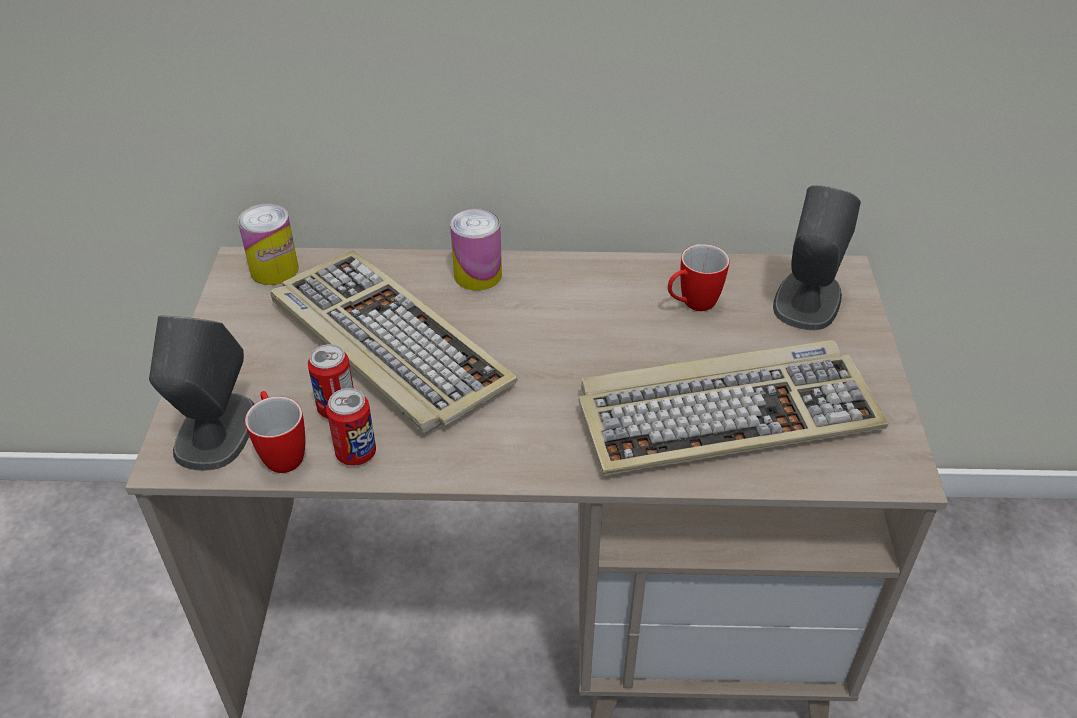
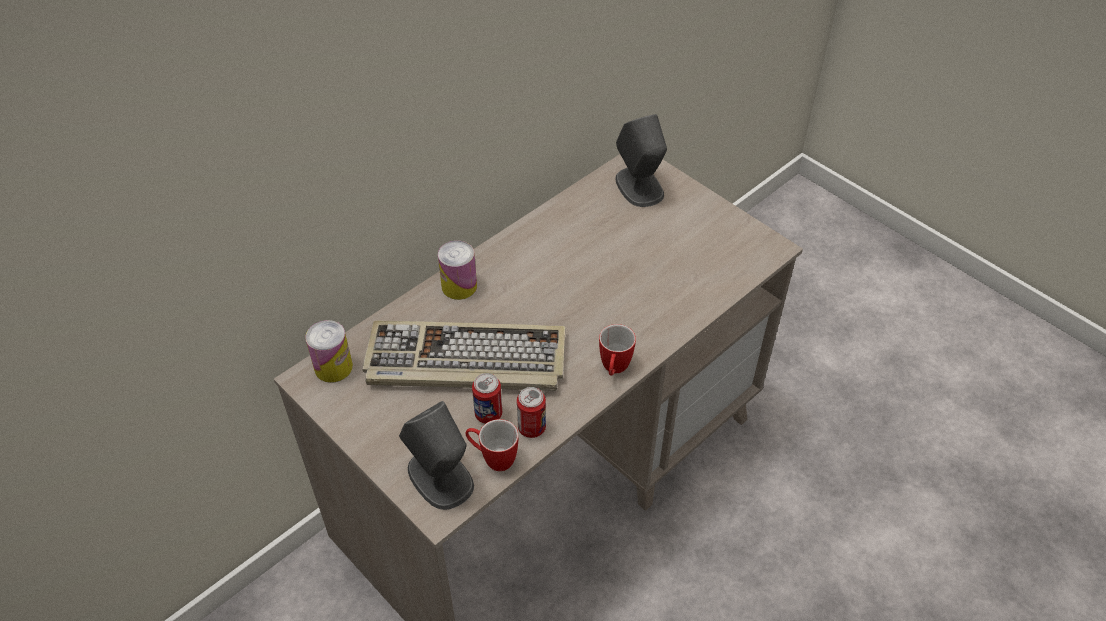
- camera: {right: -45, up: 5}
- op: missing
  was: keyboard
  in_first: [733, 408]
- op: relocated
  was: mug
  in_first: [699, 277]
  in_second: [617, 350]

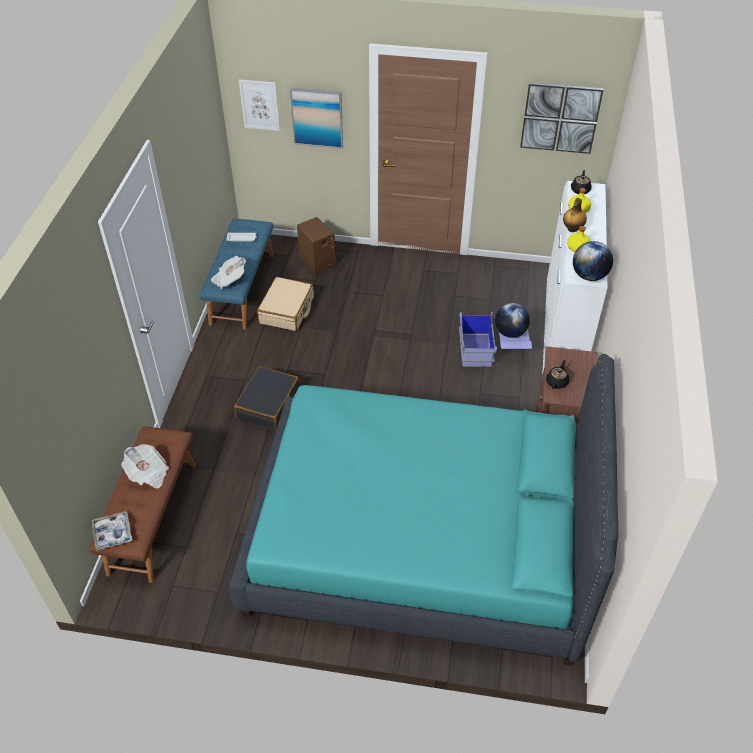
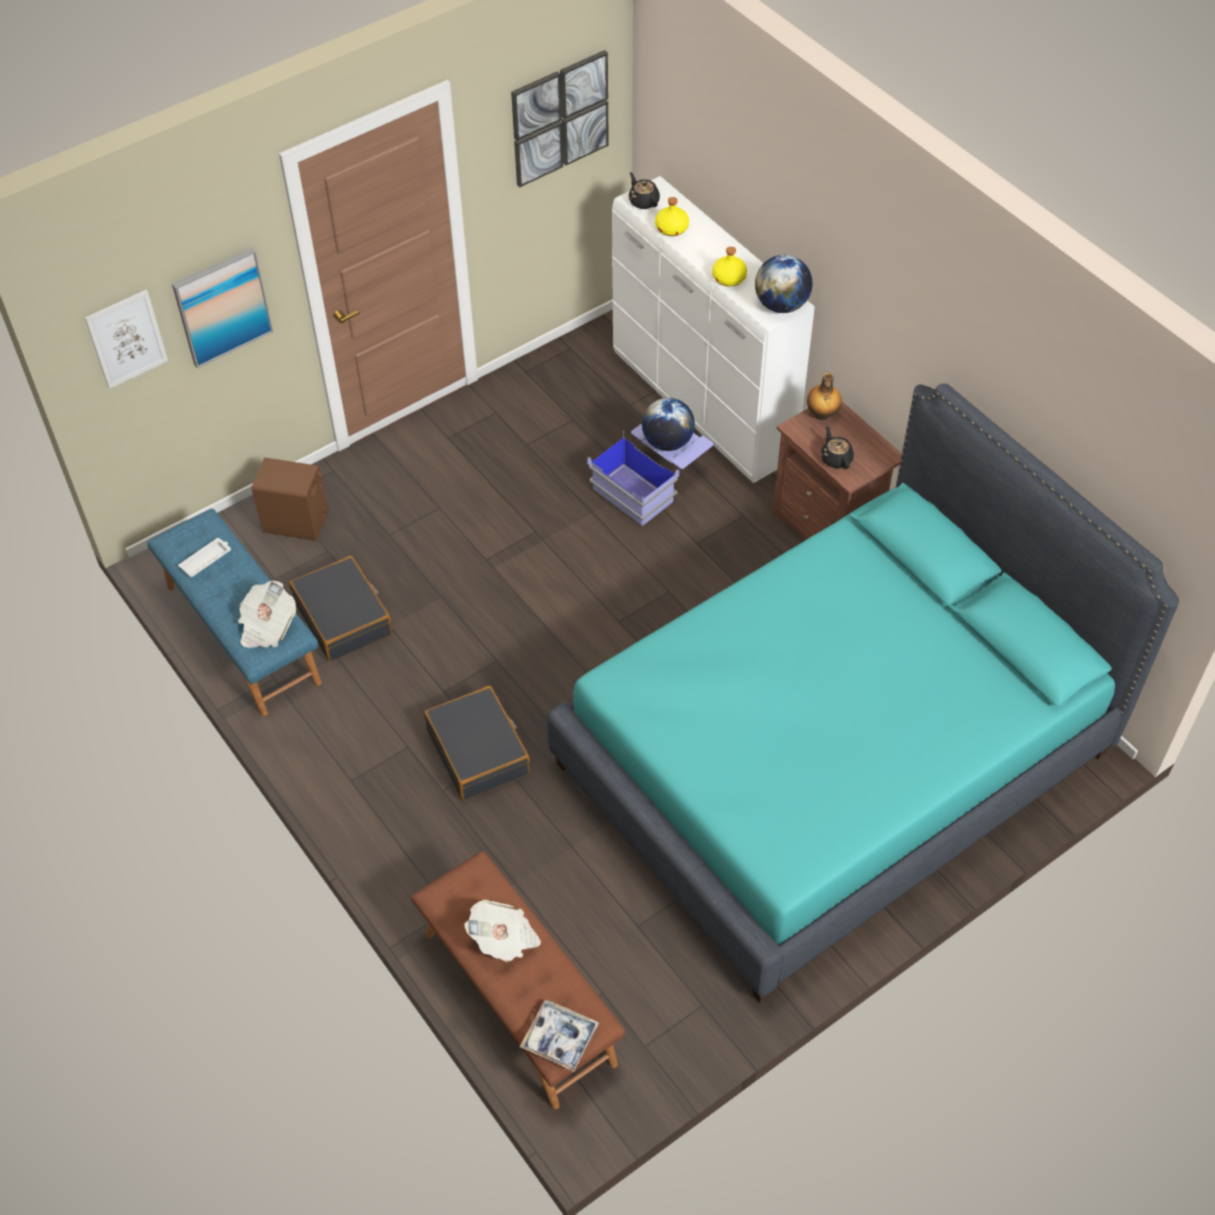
- camera: {right: -45, up: 5}
- op: relocated
  was: drink bottle
  in_first: [575, 215]
  in_second: [824, 396]
- op: colour
  was: beige-coloured piece of luggage
  now: blackish piece of luggage
  in_first: [285, 304]
  in_second: [340, 608]

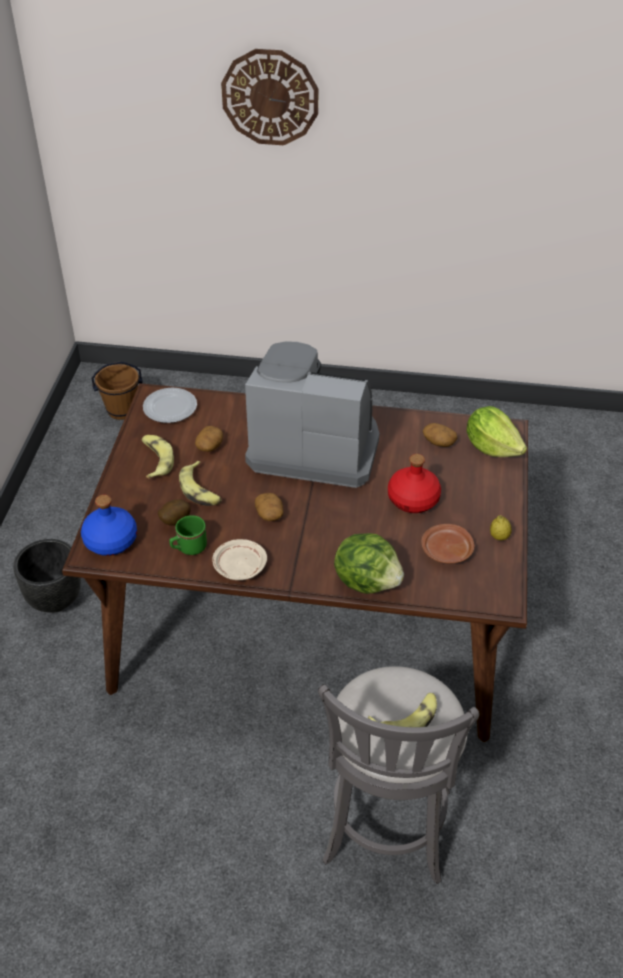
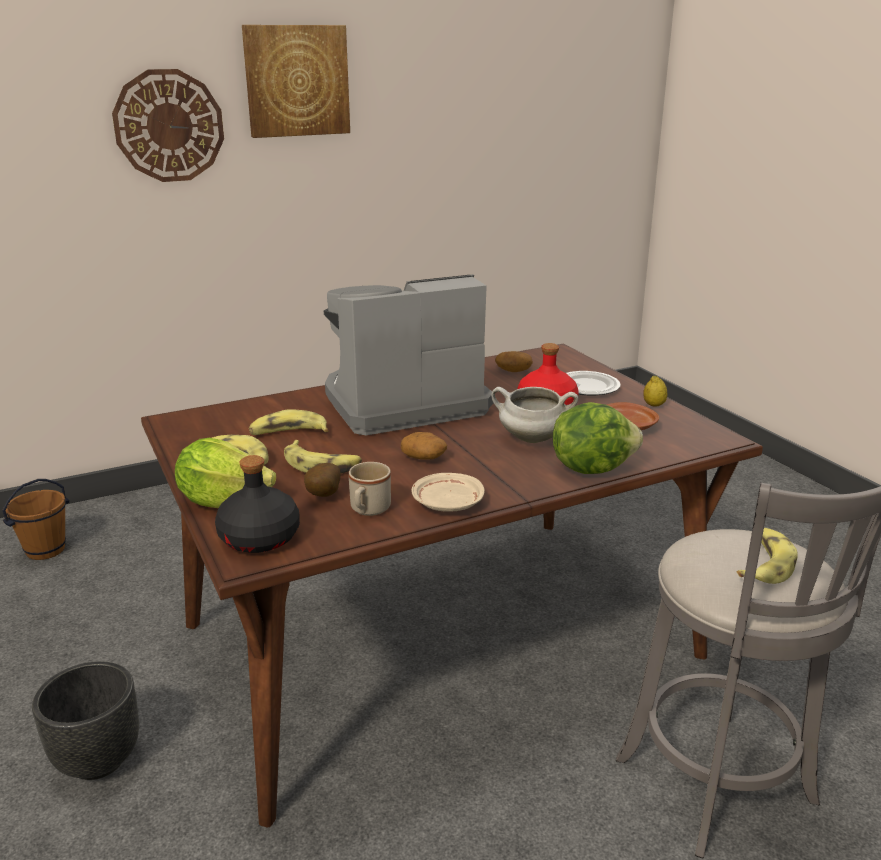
- camera: {right: -35, up: -20}
- op: appeared
  now: picture
  in_second: [296, 81]
- op: appeared
  now: whitish stockpot
  in_second: [534, 415]
- op: relocated
  was: dinner plate
  in_first: [170, 405]
  in_second: [593, 383]
- op: relocated
  was: lettuce
  in_first: [497, 431]
  in_second: [225, 473]
- op: exchanged
  was: whole potato
  now: whole banana
  in_first: [209, 439]
  in_second: [289, 422]
- op: colour
  was: blue drink bottle
  now: blackish drink bottle
  in_first: [109, 525]
  in_second: [257, 504]
- op: colour
  was: green mug
  now: beige-coloured mug
  in_first: [188, 535]
  in_second: [370, 489]

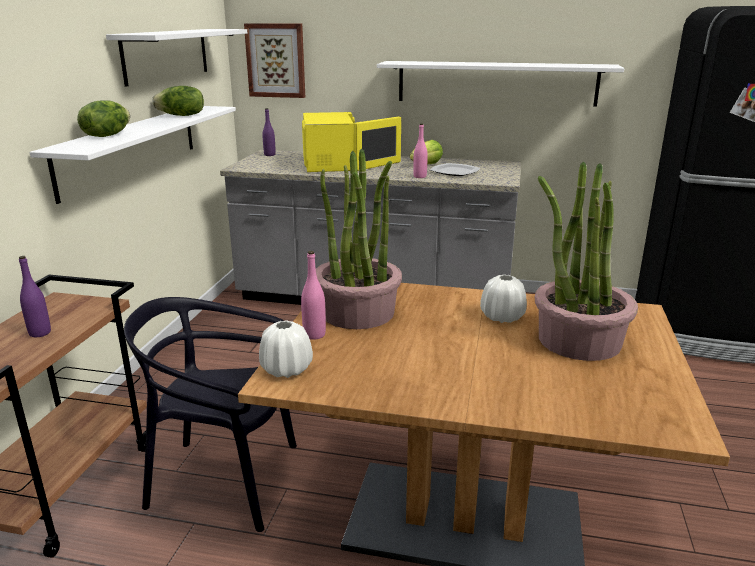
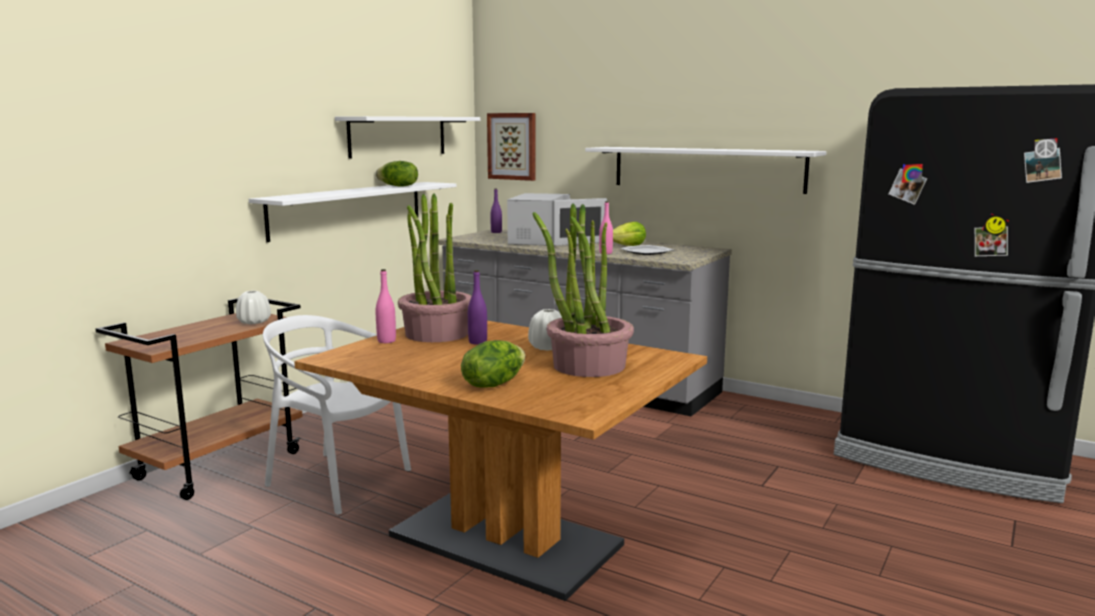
- camera: {right: 20, up: -10}
- op: relocated
  was: purplish drink bottle
  in_first: [35, 296]
  in_second: [477, 307]
- op: relocated
  was: lettuce
  in_first: [103, 118]
  in_second: [493, 364]
- op: relocated
  was: whitish flower vase
  in_first: [286, 349]
  in_second: [253, 307]
- op: colour
  was: blackish upright chair
  now: whitish upright chair
  in_first: [210, 414]
  in_second: [337, 415]
- op: colour
  was: yellow microwave
  now: whitish microwave
  in_first: [351, 142]
  in_second: [557, 219]

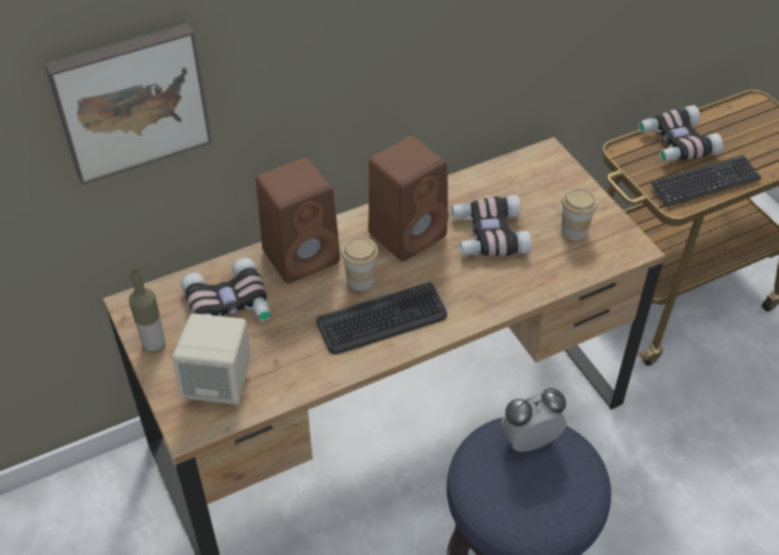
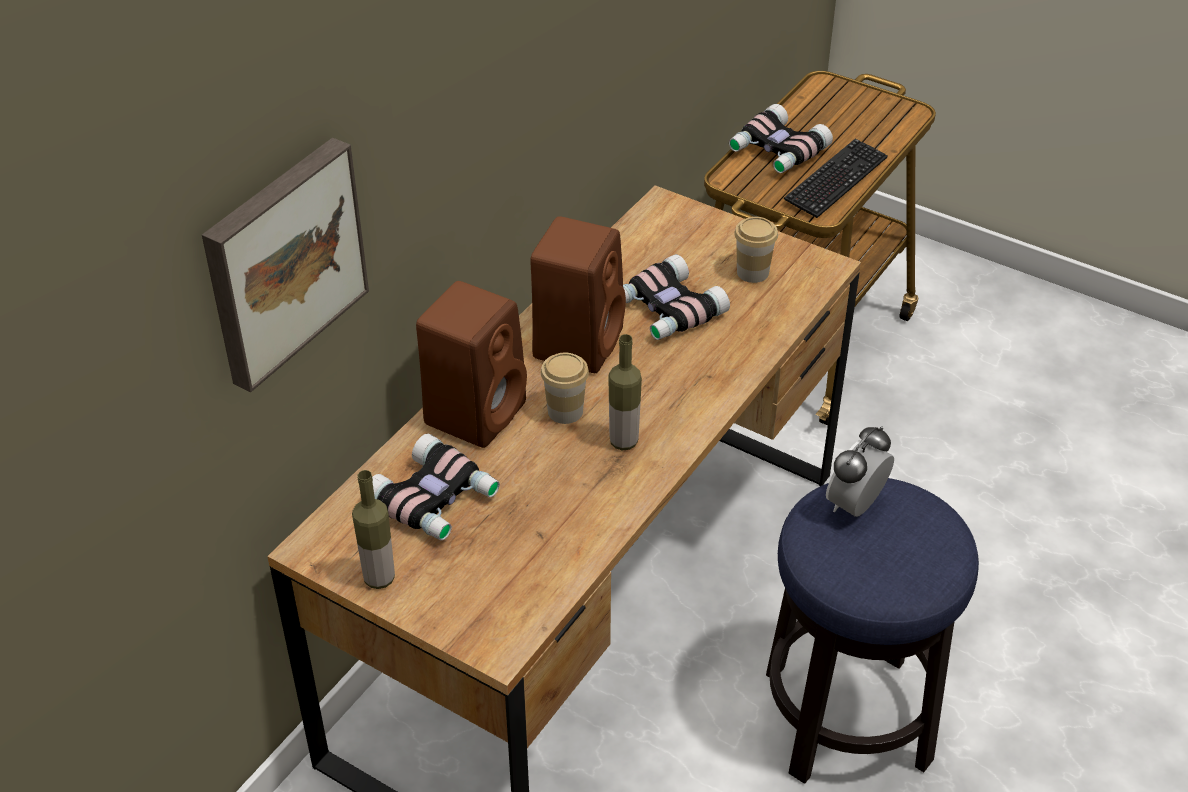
- camera: {right: -30, up: -5}
- op: missing
  was: beige-coloured loudspeaker
  in_first: [211, 359]
- op: exchanged
  was: keyboard
  now: drink bottle
  in_first: [381, 318]
  in_second: [625, 392]

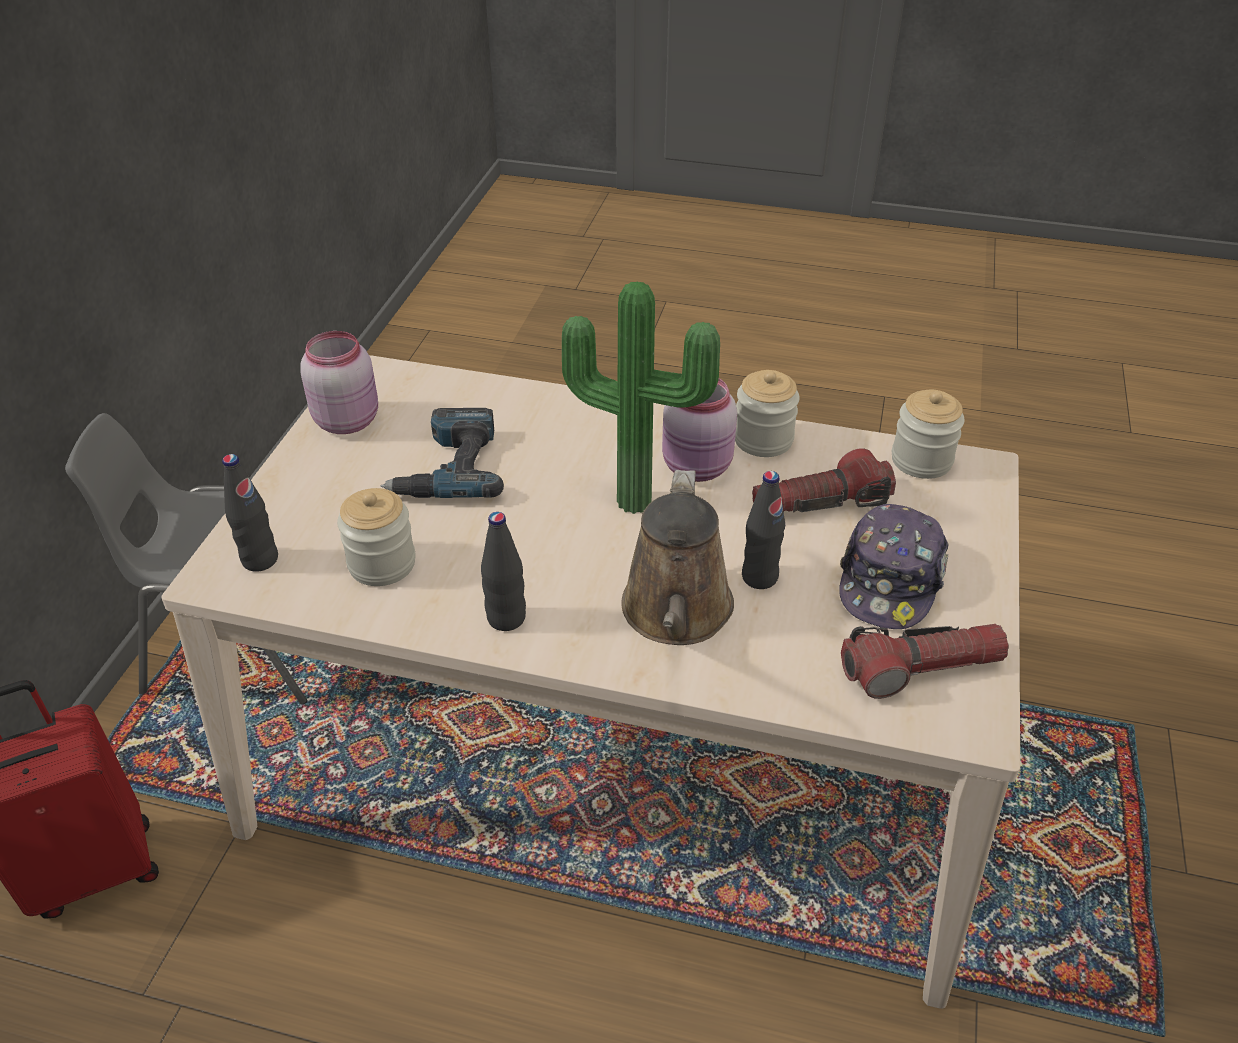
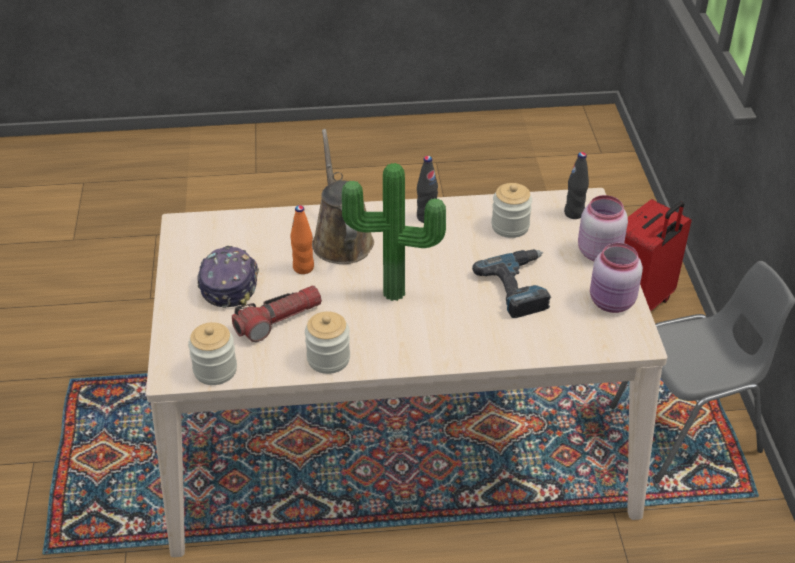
- camera: {right: 160, up: 0}
- op: missing
  was: flashlight
  in_first: [925, 661]
- op: relocated
  was: pink jar
  in_first: [699, 430]
  in_second: [603, 228]
- op: colour
  was: blackish drink bottle
  now: orange-coloured drink bottle
  in_first: [763, 530]
  in_second: [302, 239]

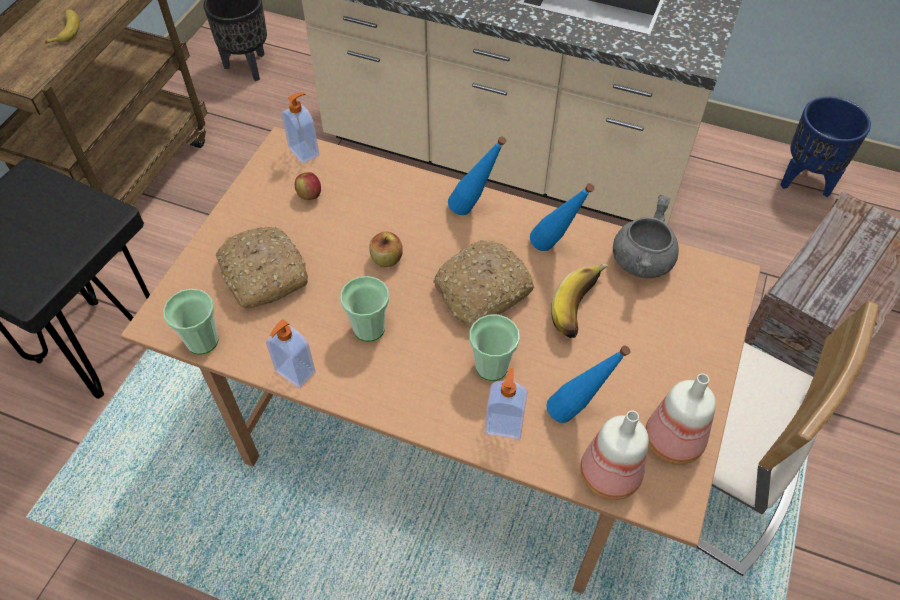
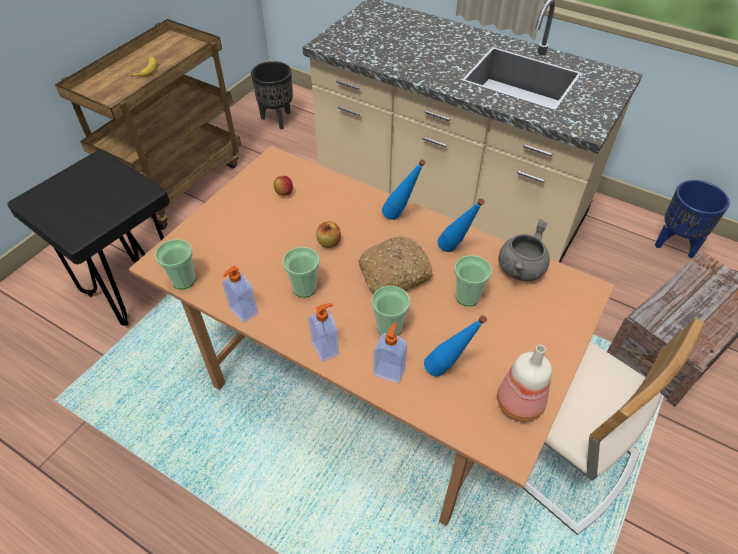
- camera: {right: 10, up: -5}
- op: missing
  was: baked bread
  in_first: [262, 267]
- op: missing
  was: drink bottle
  in_first: [614, 455]
- op: relocated
  was: soap bottle
  in_first: [300, 128]
  in_second: [324, 332]
- op: exchanged
  was: whole banana
  now: drinking cup
  in_first: [579, 300]
  in_second: [473, 280]

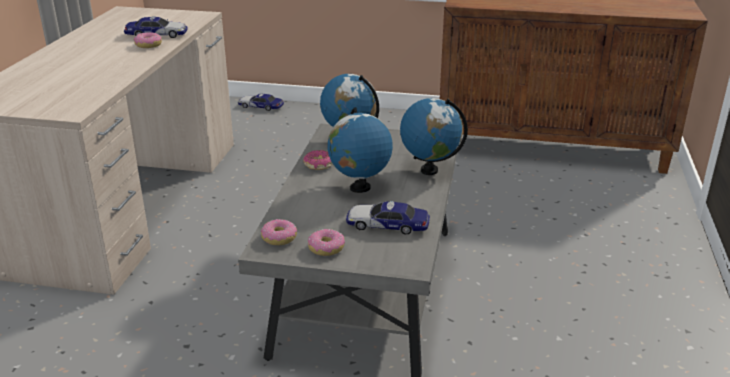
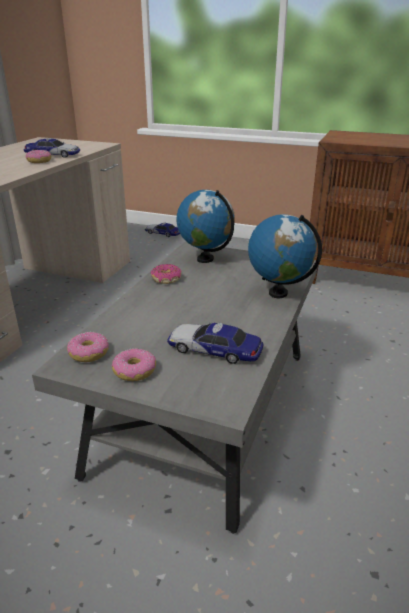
- camera: {right: 10, up: 0}
- op: missing
  was: desk globe
  in_first: [360, 150]

